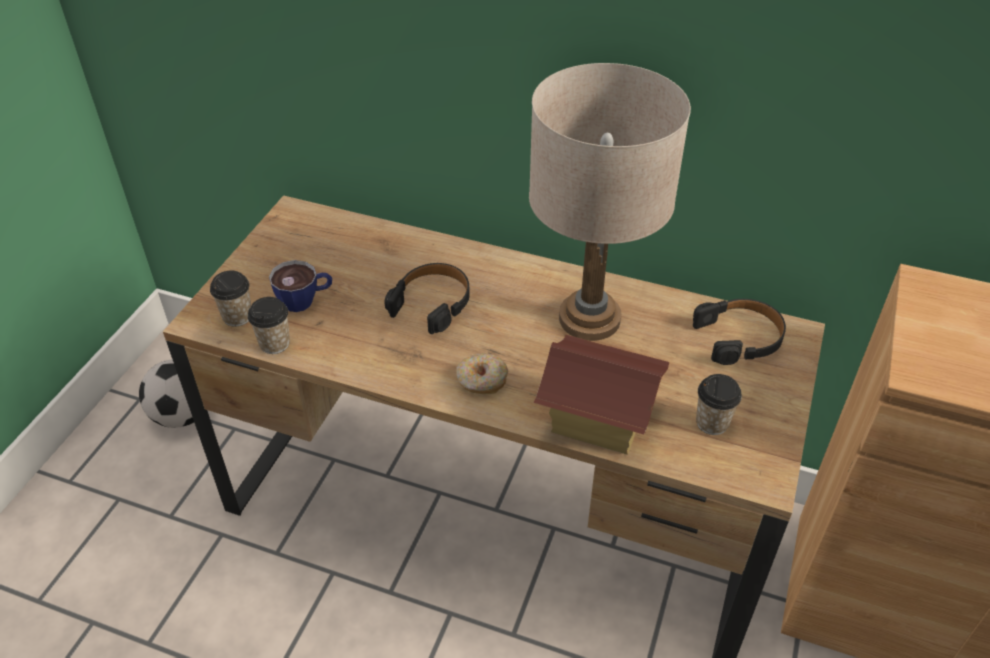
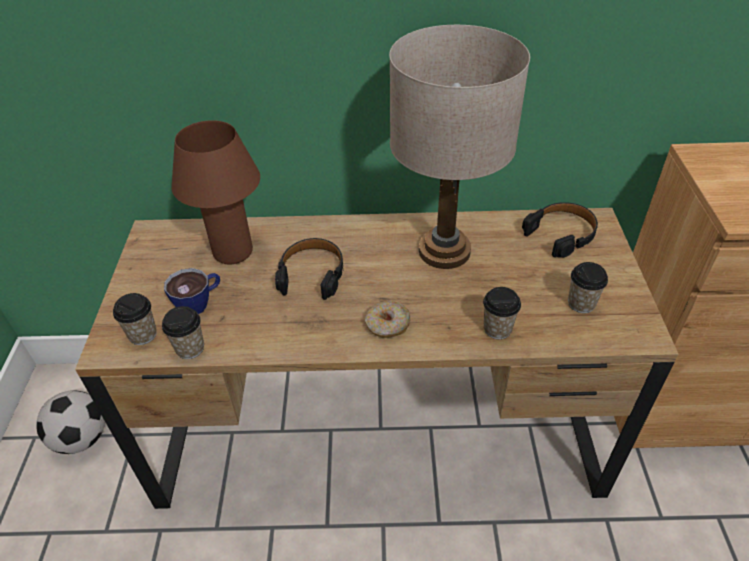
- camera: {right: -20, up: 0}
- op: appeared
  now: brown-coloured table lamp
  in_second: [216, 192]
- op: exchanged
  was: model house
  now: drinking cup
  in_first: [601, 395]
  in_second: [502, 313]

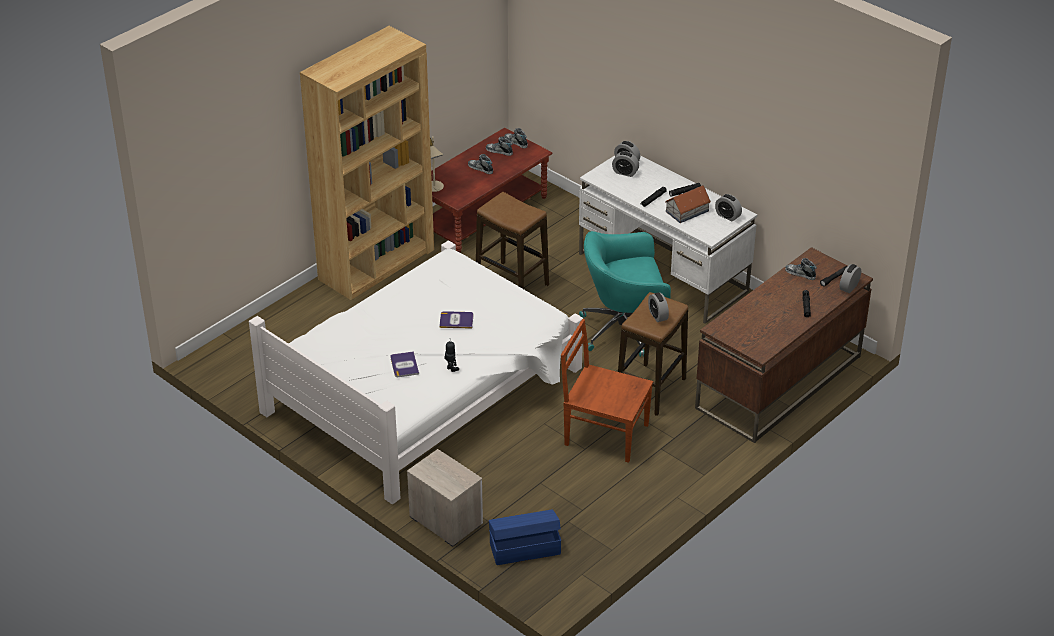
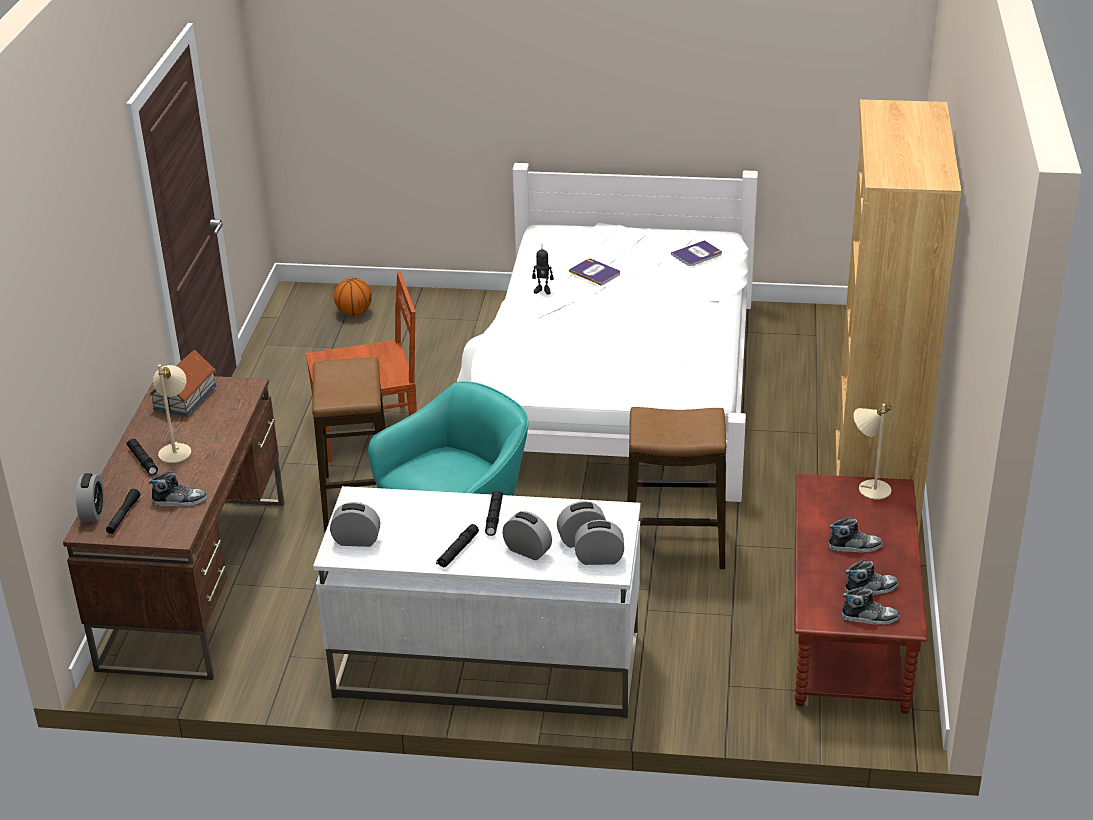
- camera: {right: 145, up: -5}
- op: missing
  was: bedside table
  in_first: [445, 498]
- op: appeared
  now: beige-coloured table lamp
  in_second: [172, 414]
- op: relocated
  was: bound book
  in_first: [456, 320]
  in_second: [696, 253]
- op: relocated
  was: alarm clock
  in_first: [658, 307]
  in_second: [527, 535]
- op: relocated
  was: model house
  in_first: [688, 204]
  in_second: [182, 383]
- op: exchanged
  was: blue storage bin
  now: ball for basketball
  in_first: [525, 537]
  in_second: [353, 296]

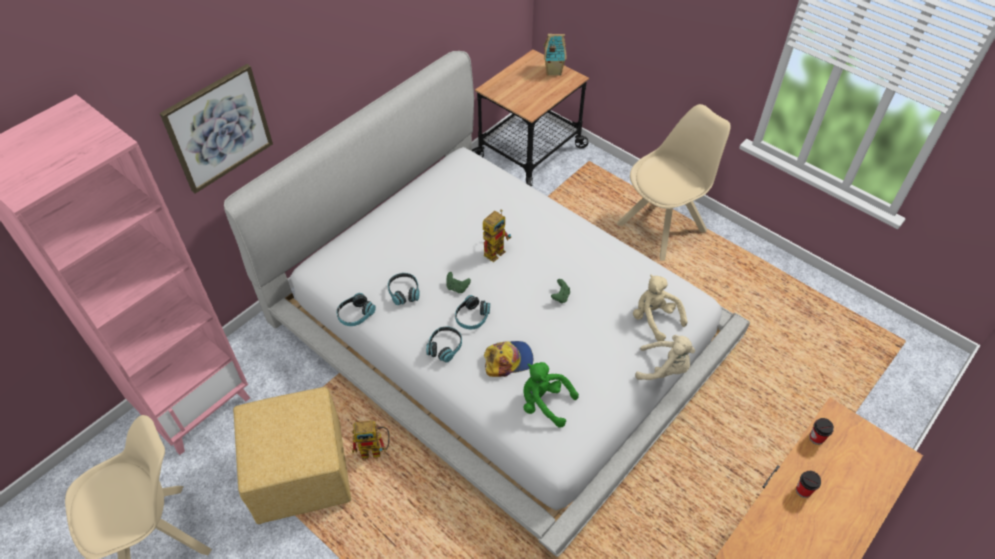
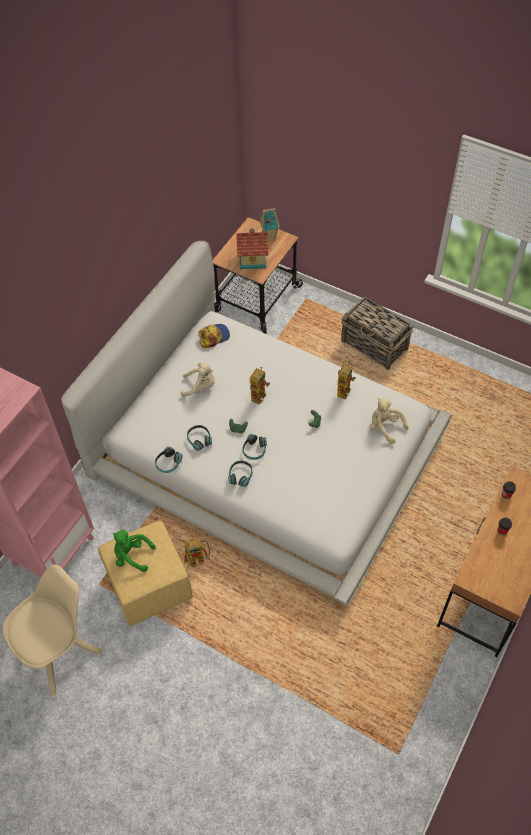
- camera: {right: -10, up: 5}
- op: missing
  was: picture
  in_first: [216, 129]
- op: appeared
  now: model house
  in_second: [252, 248]
- op: appeared
  now: model robot
  in_second: [346, 381]
- op: relocated
  was: peaked cap
  in_first: [508, 359]
  in_second: [214, 336]
- op: relocated
  was: green soft toy
  in_first: [551, 394]
  in_second: [134, 551]
- op: relocated
  was: beige-coloured soft toy
  in_first: [665, 357]
  in_second: [197, 379]
- op: exchanged
  was: beige-coloured upright chair
  now: basket
  in_first: [674, 182]
  in_second: [377, 333]

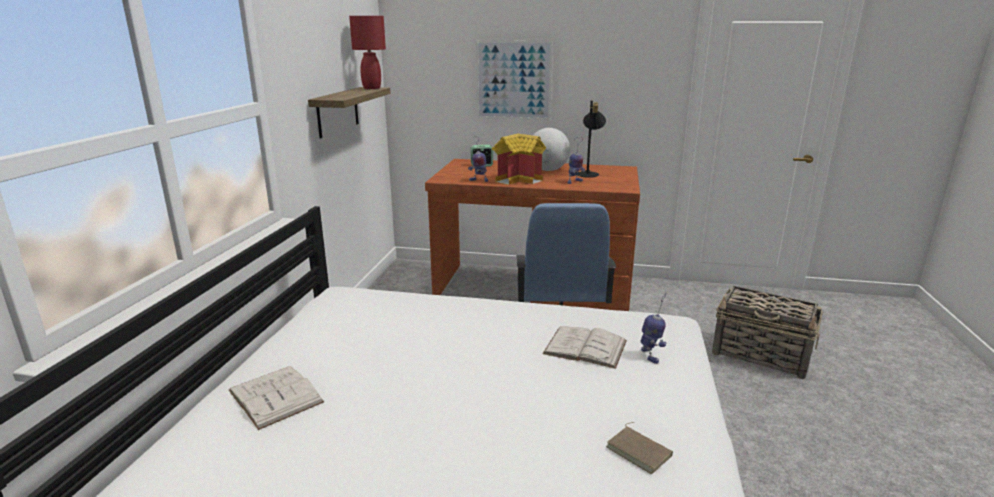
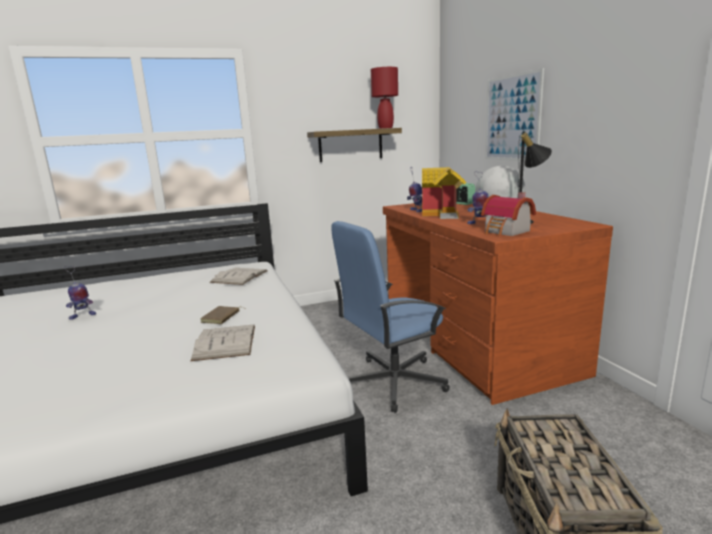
- camera: {right: 60, up: -5}
- op: appeared
  now: model house
  in_second: [508, 214]
- op: relocated
  was: whitish bound book
  in_first: [276, 398]
  in_second: [239, 276]
- op: relocated
  was: brown-coloured bound book
  in_first: [639, 448]
  in_second: [222, 315]
- op: relocated
  was: model robot
  in_first: [653, 328]
  in_second: [80, 293]

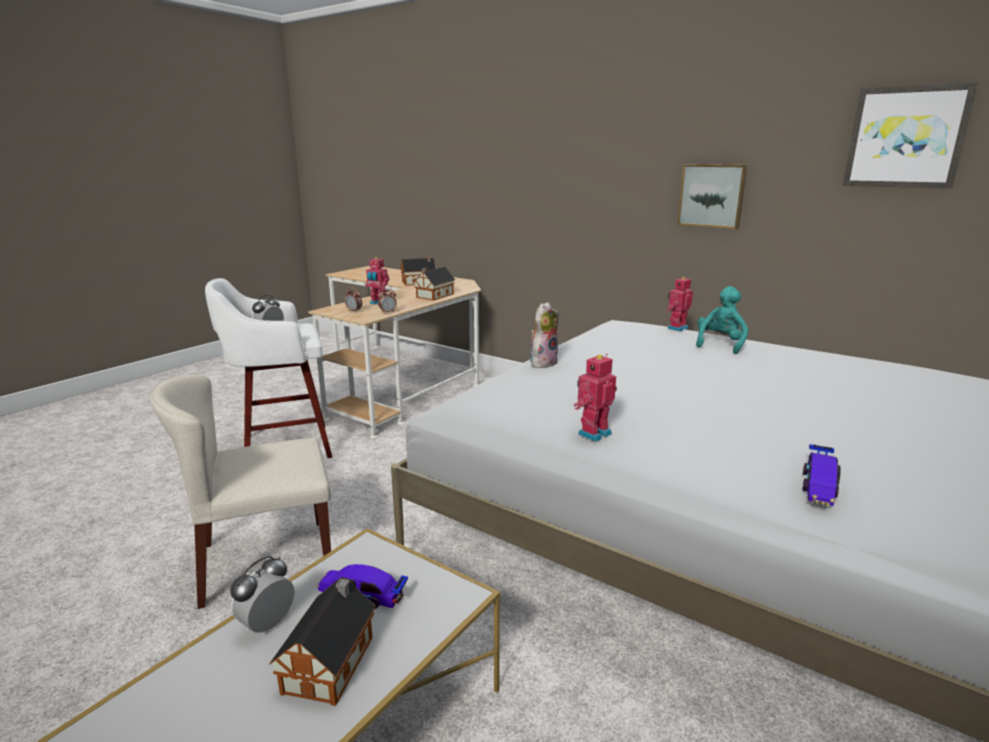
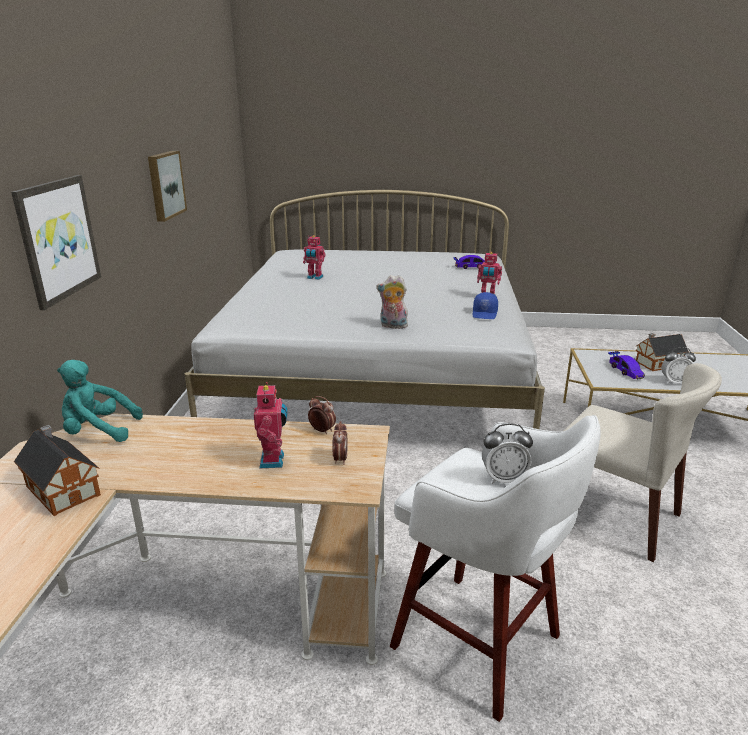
- camera: {right: -120, up: 5}
- op: missing
  was: model house
  in_first: [434, 283]
- op: appeared
  now: blue peaked cap
  in_second: [485, 305]
- op: relocated
  was: model robot
  in_first: [679, 304]
  in_second: [314, 257]
- op: relocated
  was: blue-green soft toy
  in_first: [722, 320]
  in_second: [100, 401]
- op: relocated
  was: picture
  in_first: [910, 135]
  in_second: [56, 242]

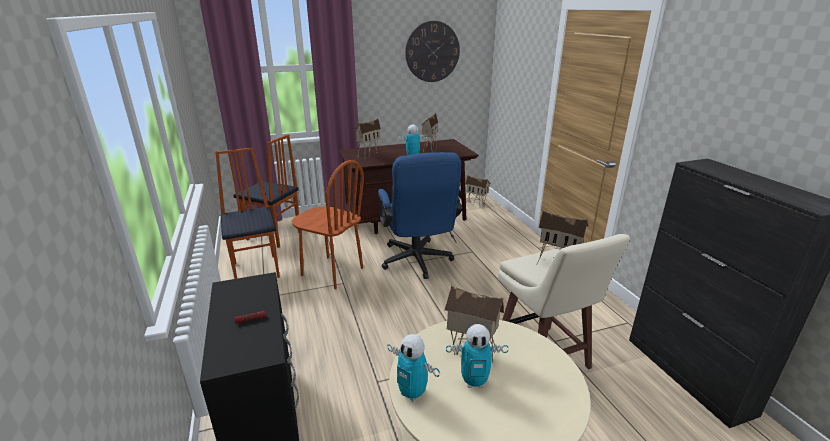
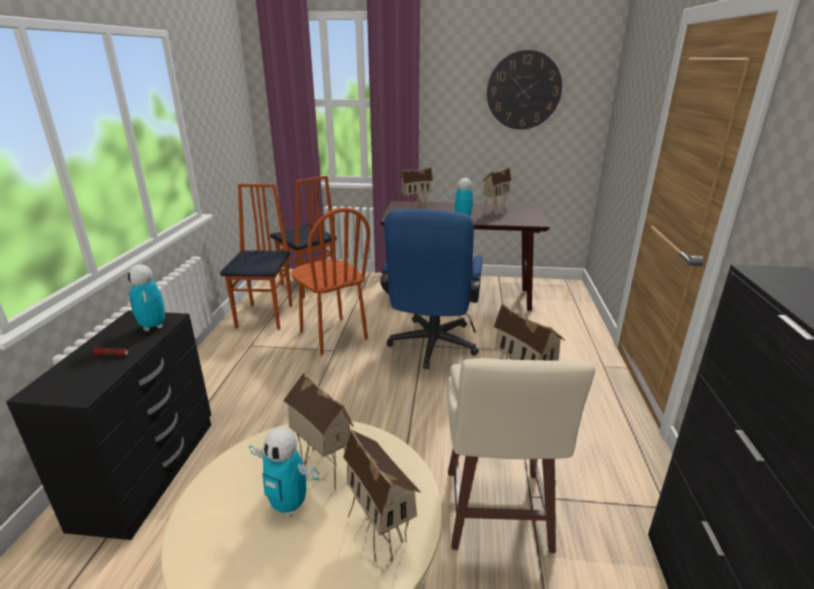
- camera: {right: 25, up: 0}
- op: relocated
  was: model robot
  in_first: [413, 368]
  in_second: [146, 297]
- op: relocated
  was: model house
  in_first: [478, 190]
  in_second: [382, 495]

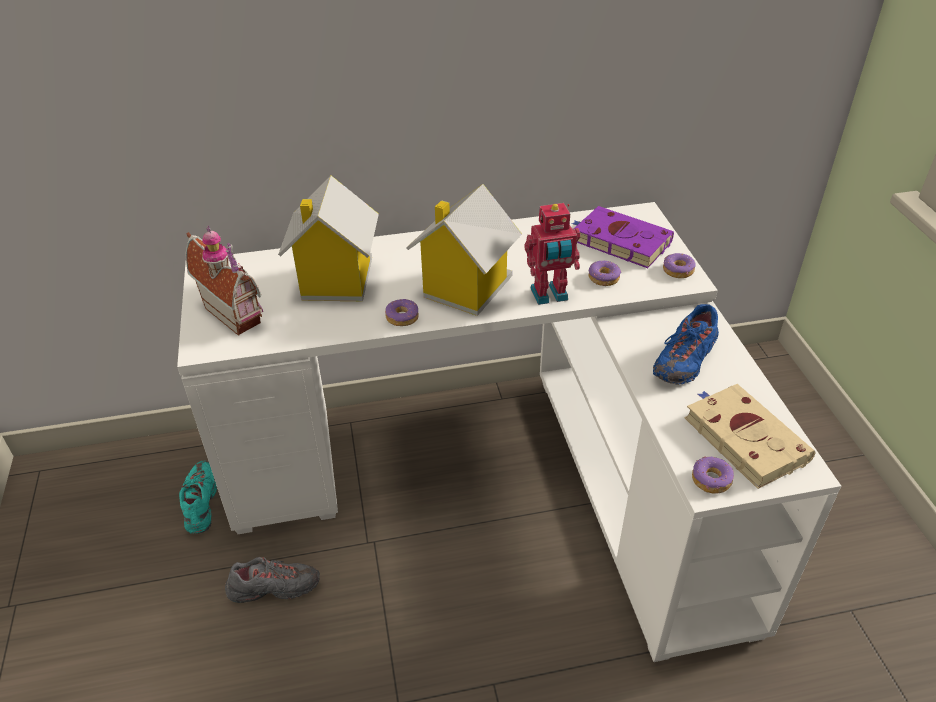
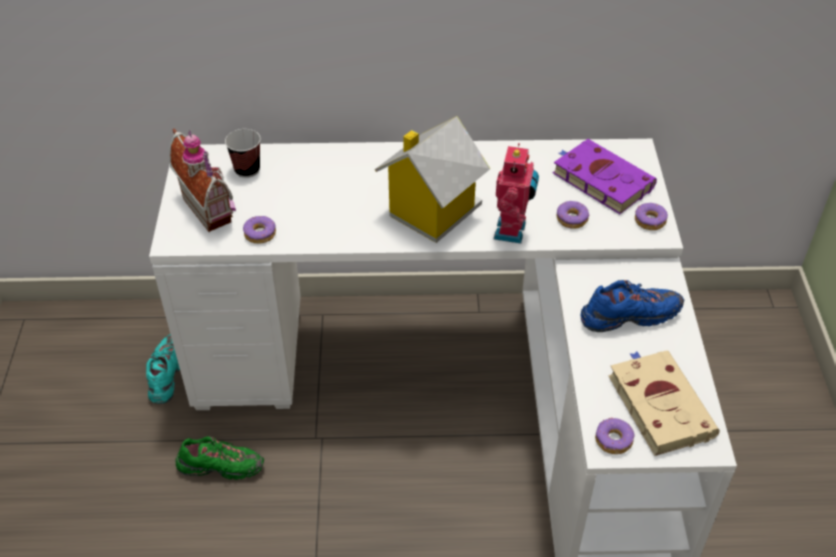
- camera: {right: 10, up: 5}
- op: missing
  was: model house
  in_first: [328, 238]
- op: appeared
  now: drinking cup
  in_second: [243, 153]
- op: relocated
  was: donut
  in_first: [402, 312]
  in_second: [259, 230]
- op: colour
  was: grey low shoe
  now: green low shoe
  in_first: [272, 580]
  in_second: [219, 458]
- op: spun
  was: model robot
  in_first: [552, 254]
  in_second: [516, 193]
  clockwise: -75
- op: spun
  was: blue low shoe
  in_first: [686, 344]
  in_second: [632, 306]
  clockwise: -150

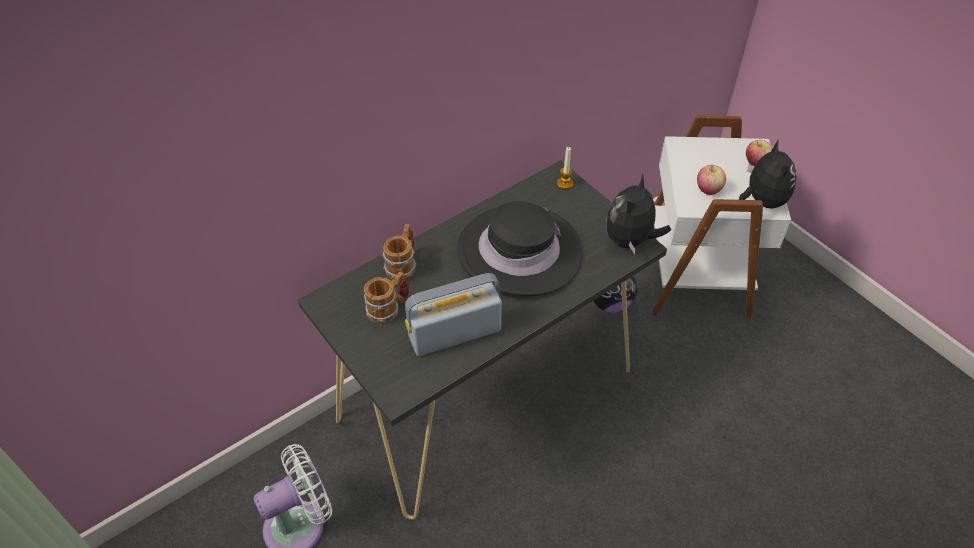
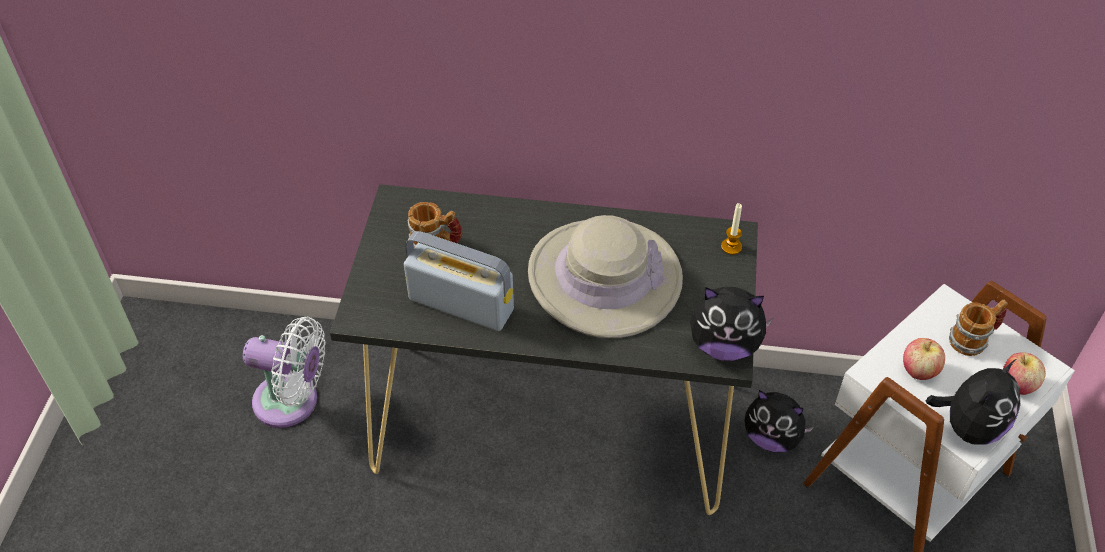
- camera: {right: 45, up: 0}
- op: relocated
  was: mug
  in_first: [399, 252]
  in_second: [978, 328]
- op: colour
  was: blackish hat
  now: beige-coloured hat
  in_first: [520, 248]
  in_second: [605, 276]
- op: spun
  was: soft toy
  in_first: [638, 213]
  in_second: [731, 324]
  clockwise: -150

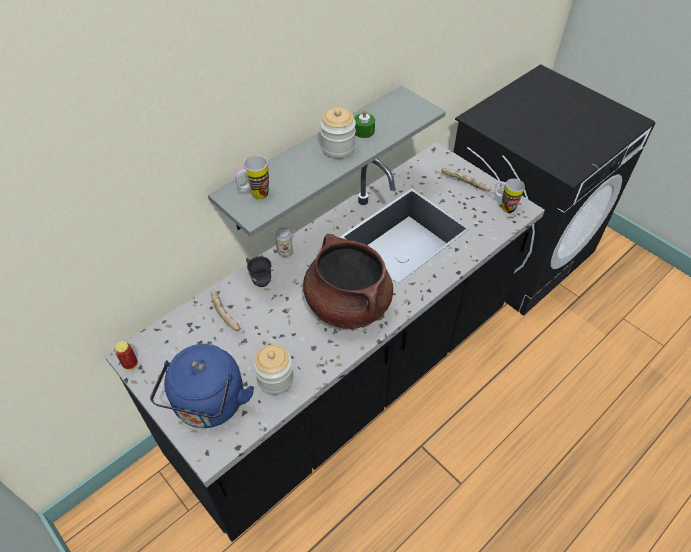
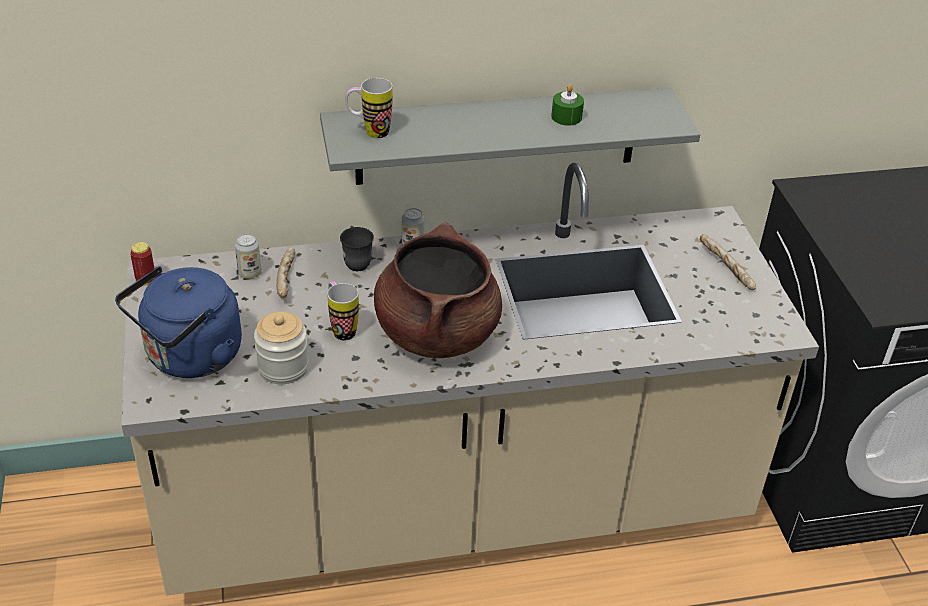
- camera: {right: 30, up: -10}
- op: missing
  was: jar
  in_first: [338, 133]
- op: appeared
  now: sealed can
  in_second: [248, 256]
- op: relocated
  was: mug
  in_first: [510, 196]
  in_second: [343, 311]
- op: colour
  was: blackish kitchen counter
  now: beige-coloured kitchen counter
  in_first: [324, 342]
  in_second: [470, 379]

